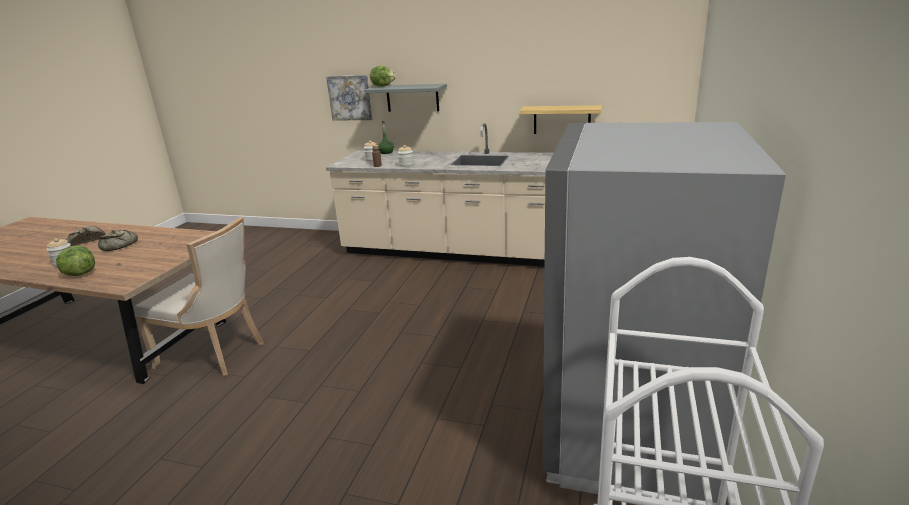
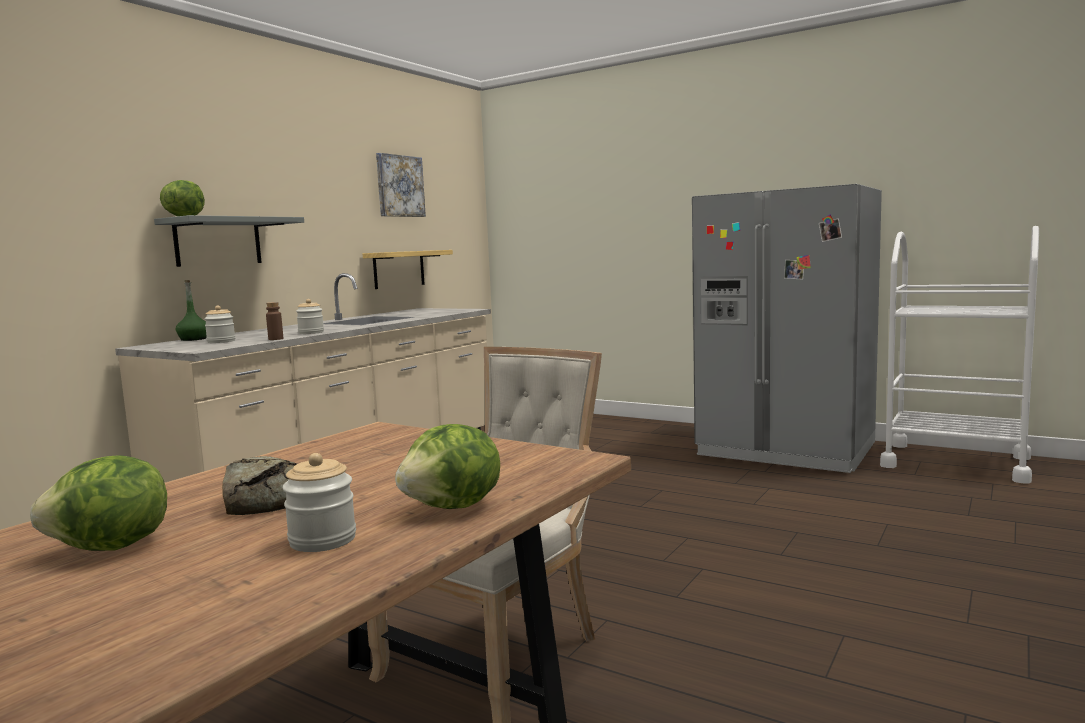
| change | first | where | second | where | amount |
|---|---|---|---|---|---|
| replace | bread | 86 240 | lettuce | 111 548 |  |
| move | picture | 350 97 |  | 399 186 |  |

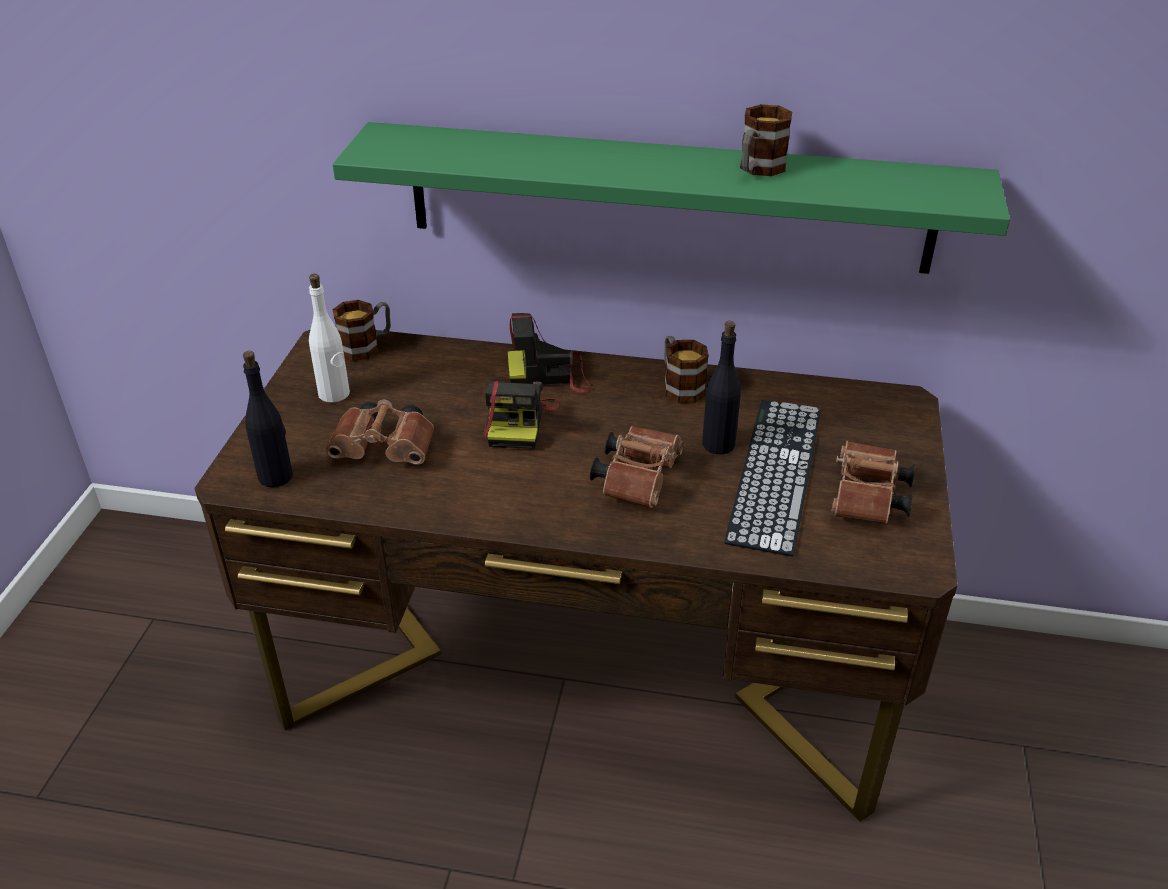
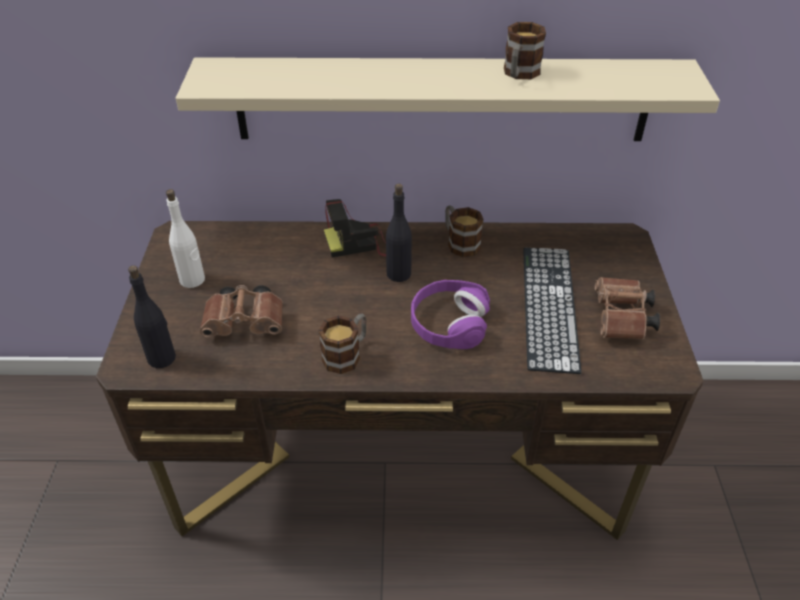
| change | first | where | second | where | amount |
|---|---|---|---|---|---|
| move | mug | 366 346 |  | 347 354 |  |
| recolor | green shelf | 667 198 | beige shelf | 442 100 |  |
| delete | photo camera | 518 422 |  |  |  |
| replace | brown binoculars | 638 477 | purple headphones | 449 323 |  |
| move | black bottle | 718 444 |  | 398 273 |  |

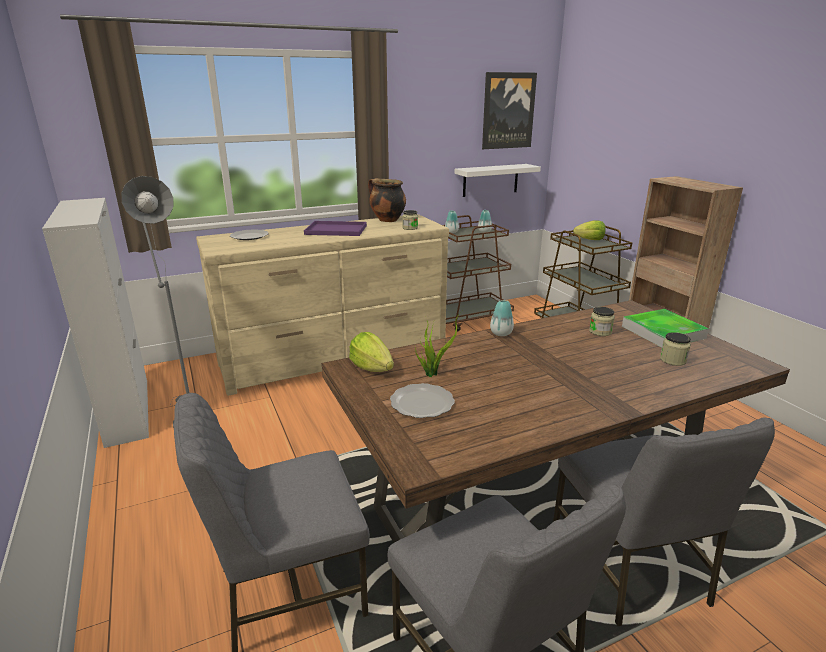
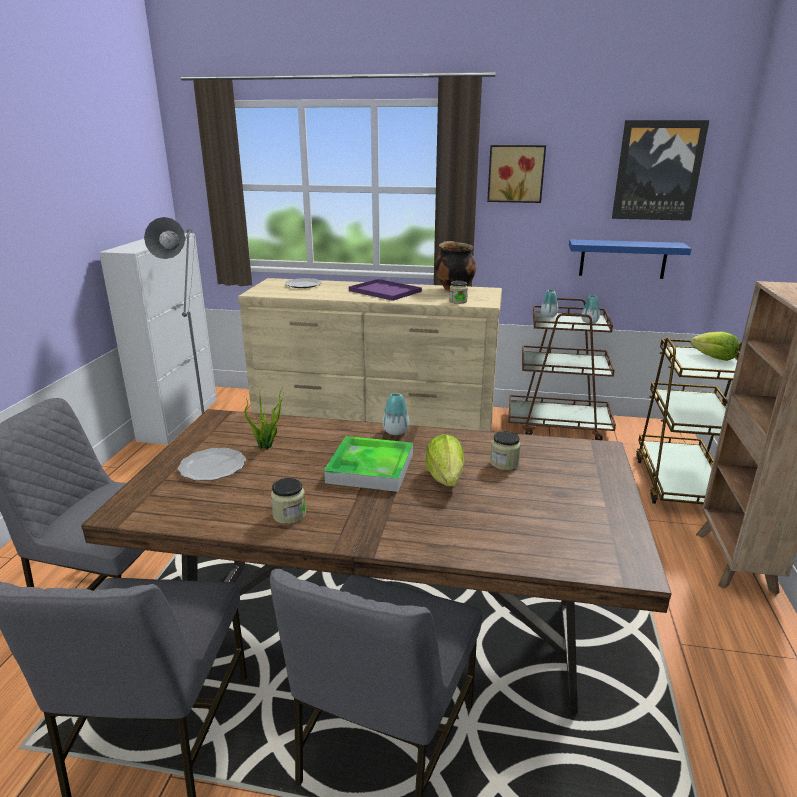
| change | first | where | second | where | amount |
|---|---|---|---|---|---|
| move | lettuce | 372 368 |  | 446 478 |  |
| recolor | white shelf | 490 180 | blue shelf | 623 259 |  |
| move | tray | 663 332 |  | 370 468 |  |
| move | jar | 673 360 |  | 289 515 |  |
| insert |  |  | picture | 516 173 |  |

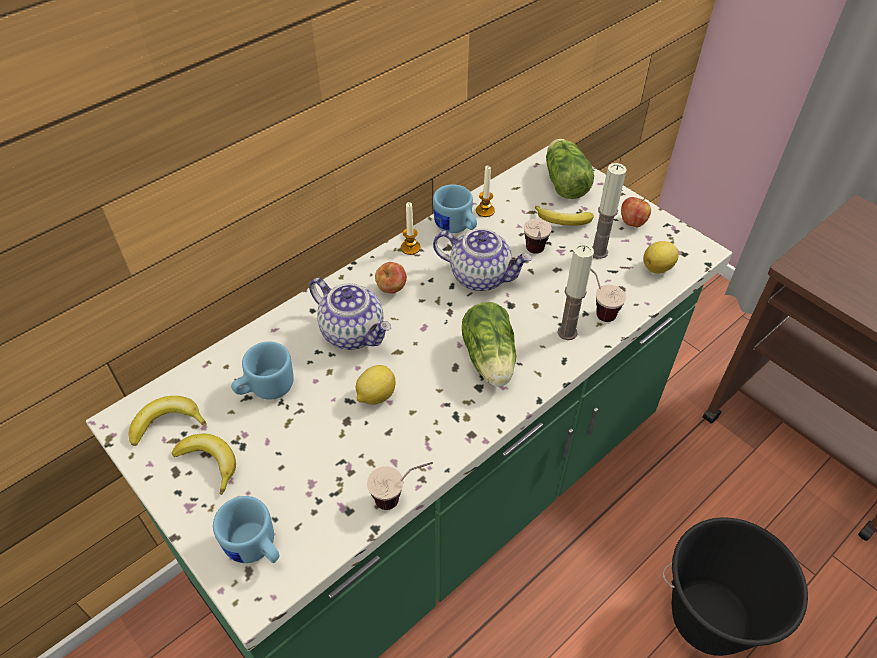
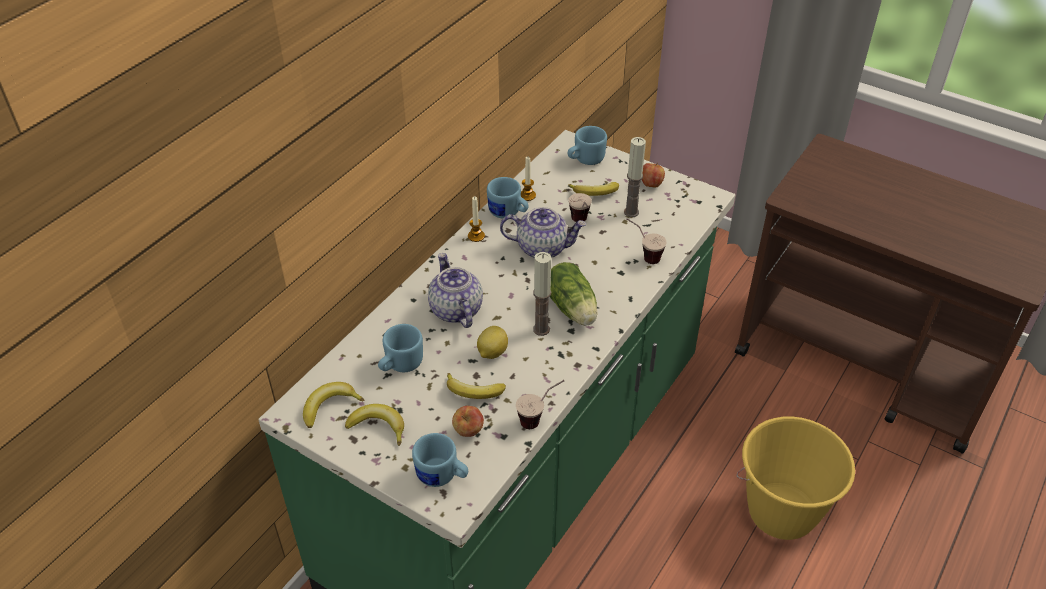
| change | first | where | second | where | amount |
|---|---|---|---|---|---|
| rotate | teapot | 353 332 |  | 455 310 | 135 degrees counterclockwise |
| move | apple | 392 289 |  | 468 431 |  |
| replace | lettuce | 564 180 | blue mug | 585 160 |  |
| move | candle | 567 332 |  | 541 329 |  |
| delete | lemon | 658 267 |  |  |  |
| recolor | black bucket | 709 618 | yellow bucket | 781 513 |  |
| insert |  |  | banana | 473 392 |  |

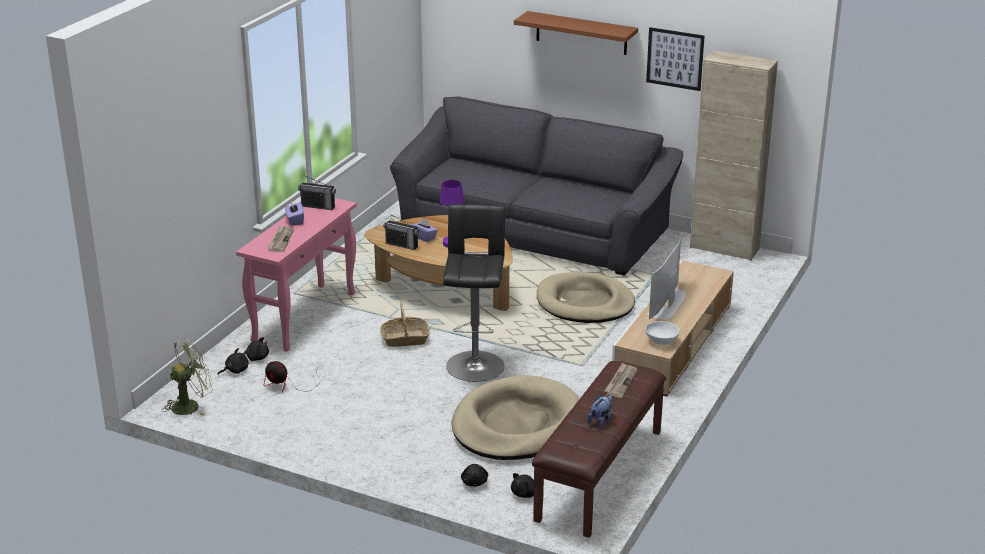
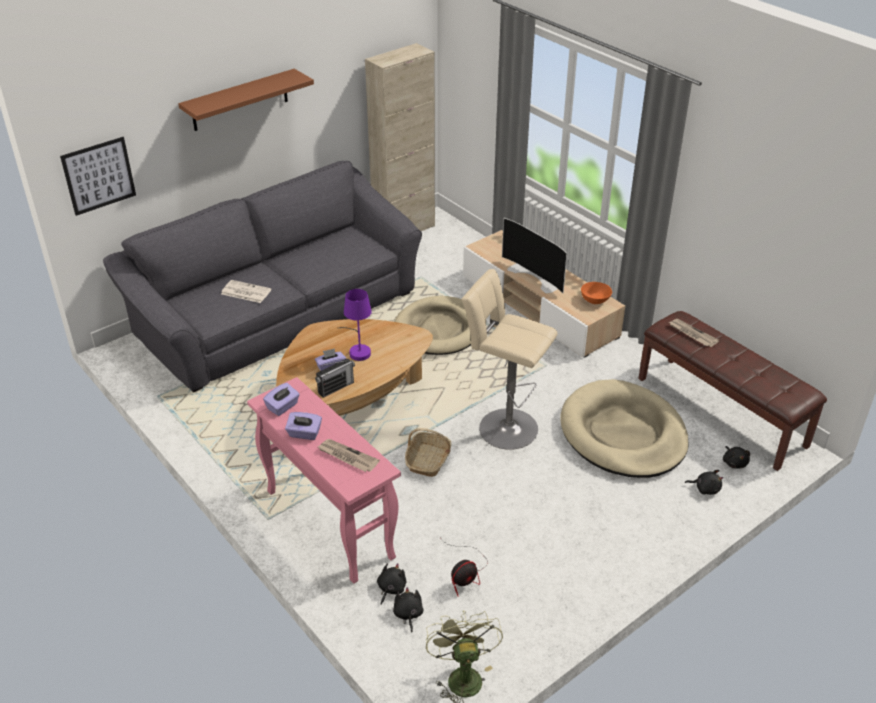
| change | first | where | second | where | amount |
|---|---|---|---|---|---|
| replace | radio | 318 206 | purple tissue box | 283 407 |  |
| recolor | black stool | 475 363 | beige stool | 504 427 |  |
| delete | plush toy | 601 420 |  |  |  |
| recolor | white bowl | 661 341 | orange bowl | 595 300 |  |
| move | picture | 675 58 |  | 99 175 |  |
| insert |  |  | newspaper | 245 292 |  |

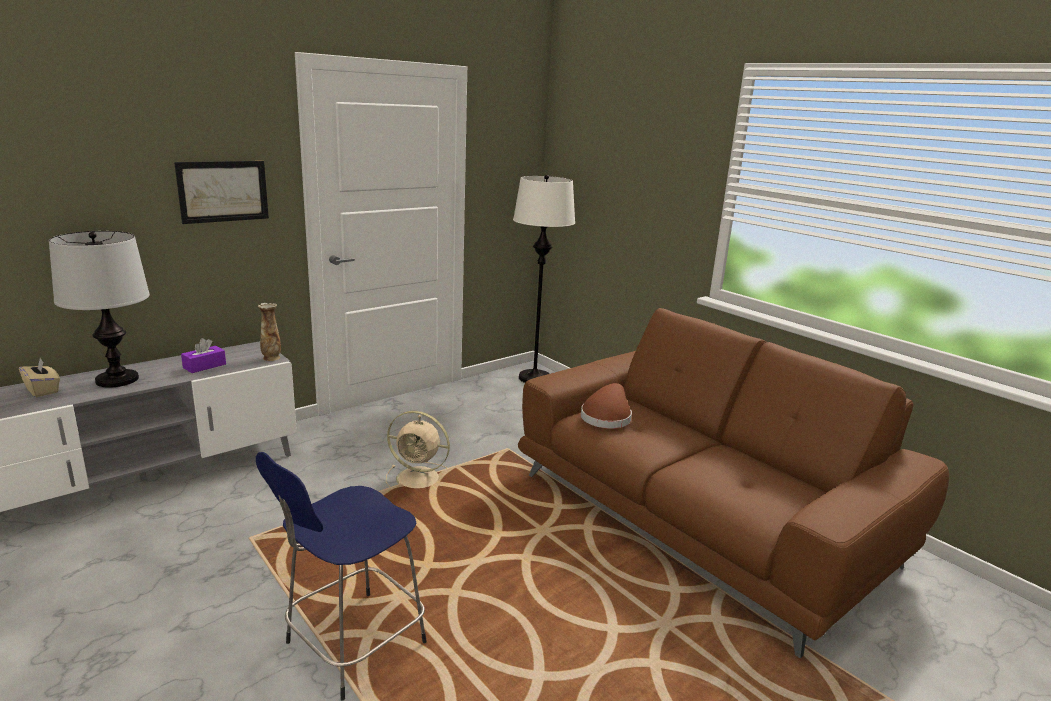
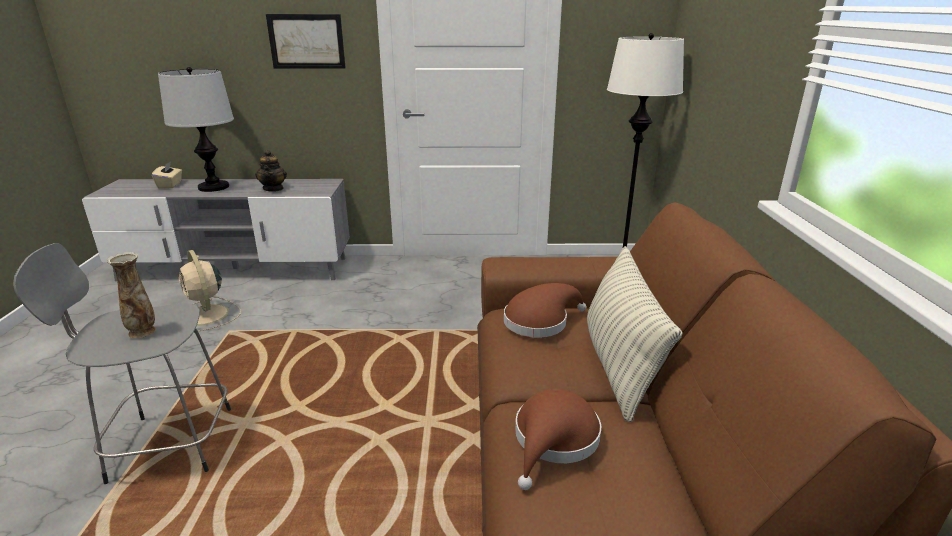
| change | first | where | second | where | amount |
|---|---|---|---|---|---|
| replace | purple tissue box | 204 366 | teapot | 273 189 |  |
| recolor | blue stool | 352 645 | grey stool | 167 444 |  |
| move | vase | 271 358 |  | 143 331 |  |
| move | beige fan | 420 479 |  | 207 316 |  |
| insert |  |  | brown hat | 554 440 |  |
| insert |  |  | pillow | 619 364 |  |

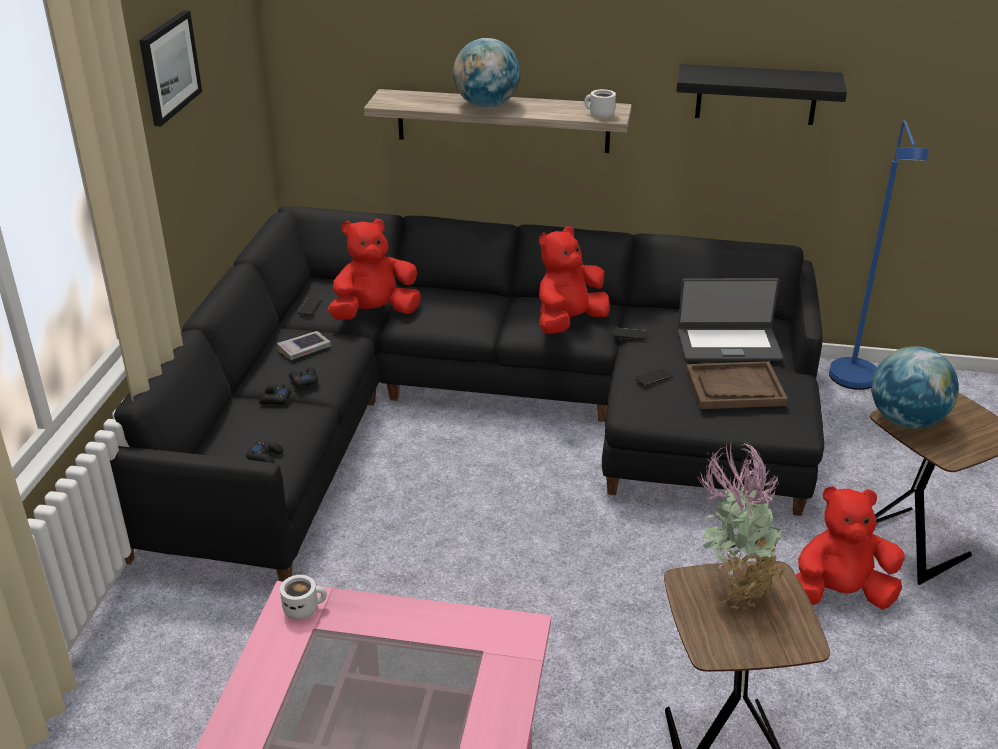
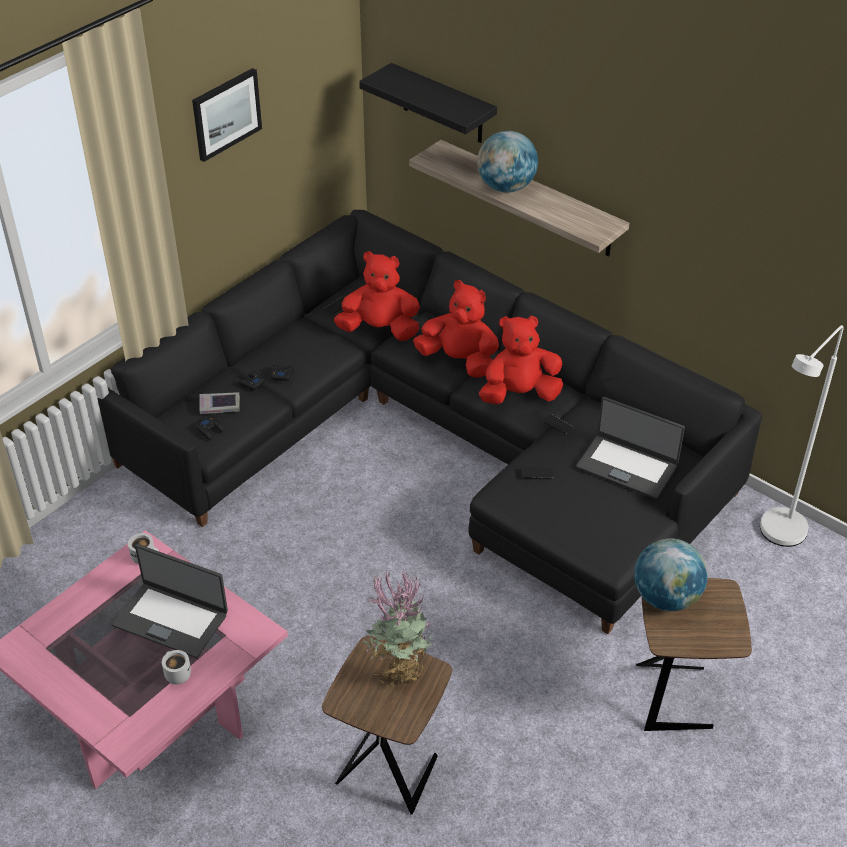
| change | first | where | second | where | amount |
|---|---|---|---|---|---|
| move | book | 304 349 |  | 219 406 |  |
| move | white mug | 599 115 |  | 176 674 |  |
| move | black shelf | 756 94 |  | 442 105 |  |
| delete | brown tray | 734 388 |  |  |  |
| move | red plush toy | 839 594 |  | 459 361 |  |
| recolor | blue floor lamp | 854 384 | white floor lamp | 776 537 |  |
| insert |  |  | laptop | 171 619 |  |

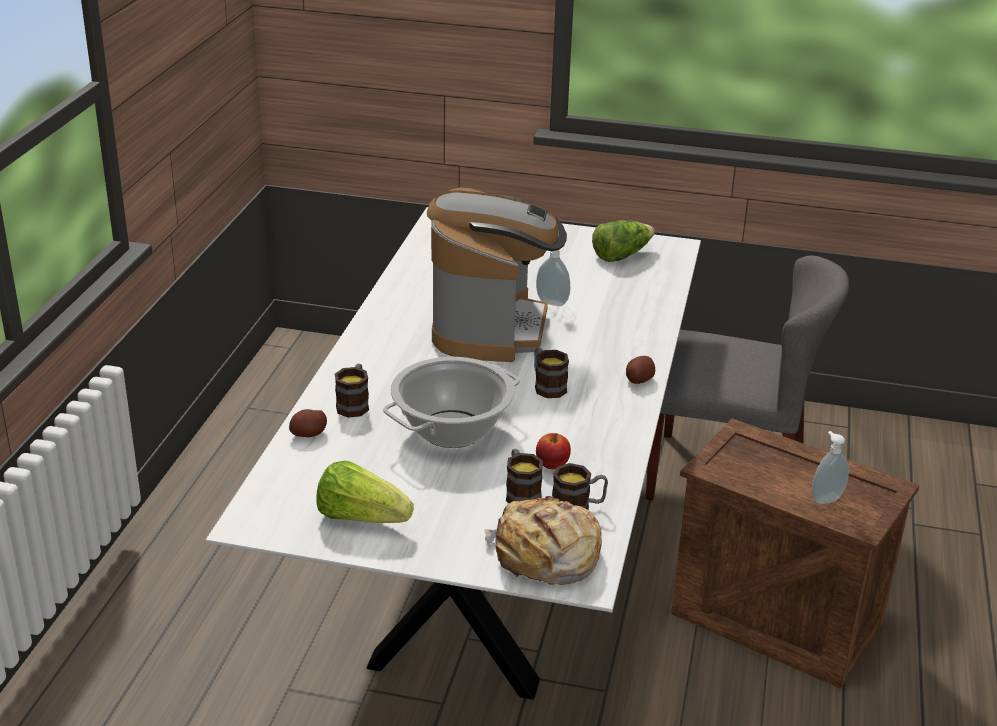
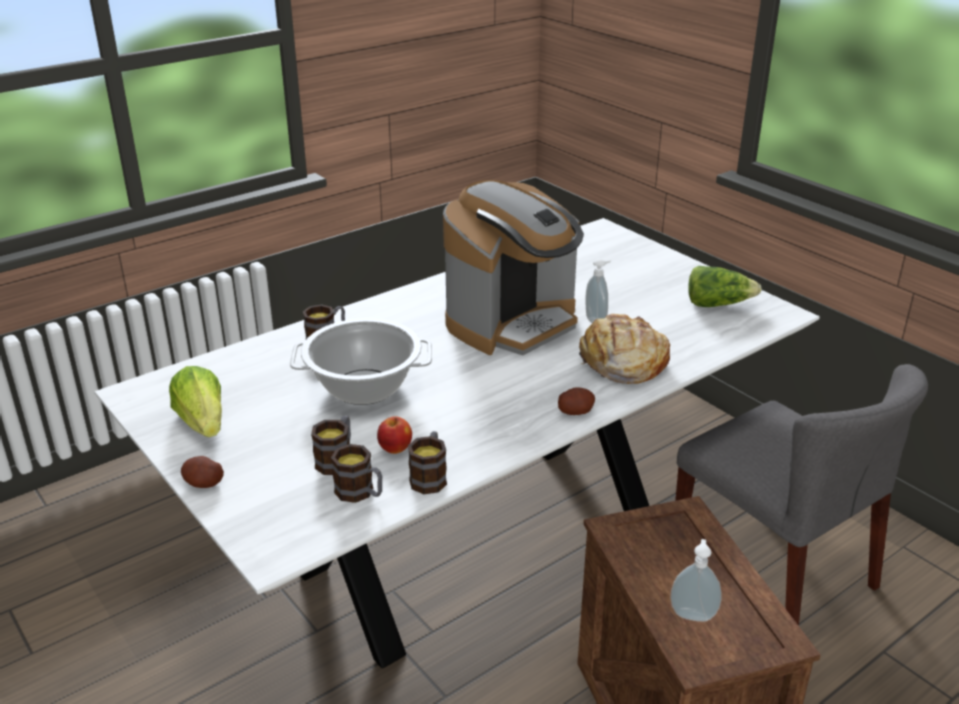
| change | first | where | second | where | amount |
|---|---|---|---|---|---|
| move | potato | 308 434 |  | 203 483 |  |
| move | bread | 545 556 |  | 622 363 |  |
| move | mug | 547 386 |  | 430 476 |  |

